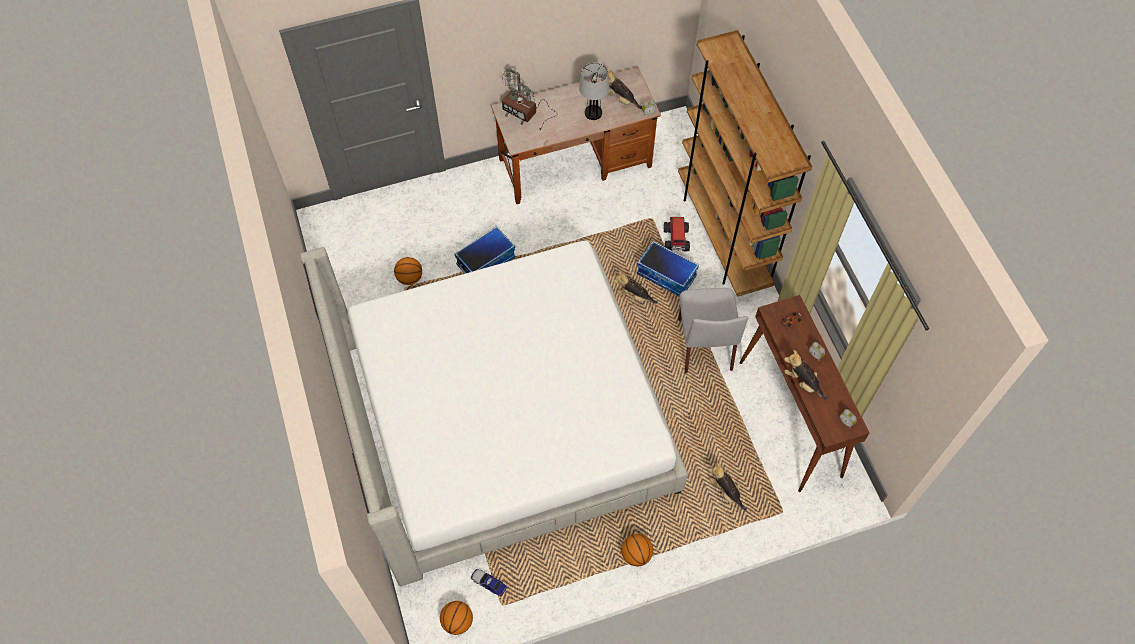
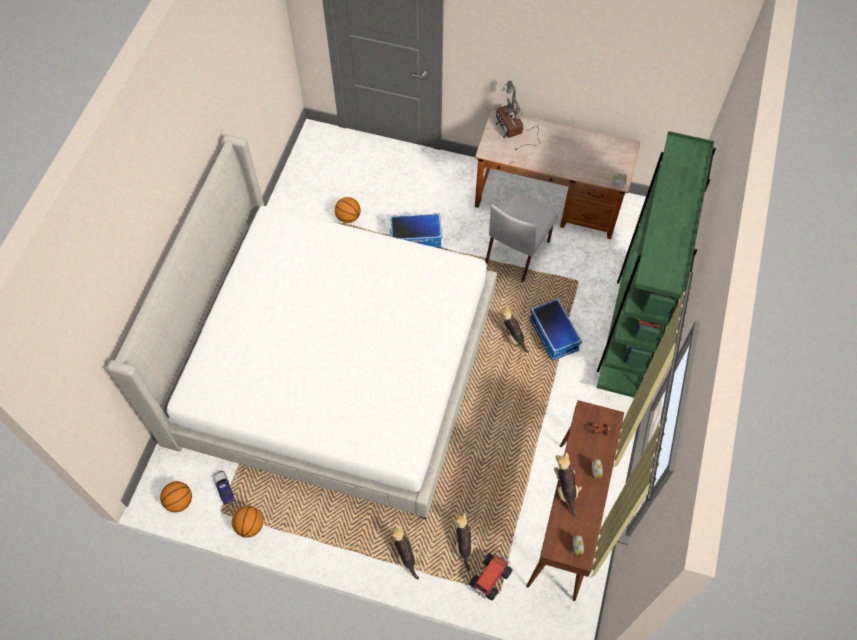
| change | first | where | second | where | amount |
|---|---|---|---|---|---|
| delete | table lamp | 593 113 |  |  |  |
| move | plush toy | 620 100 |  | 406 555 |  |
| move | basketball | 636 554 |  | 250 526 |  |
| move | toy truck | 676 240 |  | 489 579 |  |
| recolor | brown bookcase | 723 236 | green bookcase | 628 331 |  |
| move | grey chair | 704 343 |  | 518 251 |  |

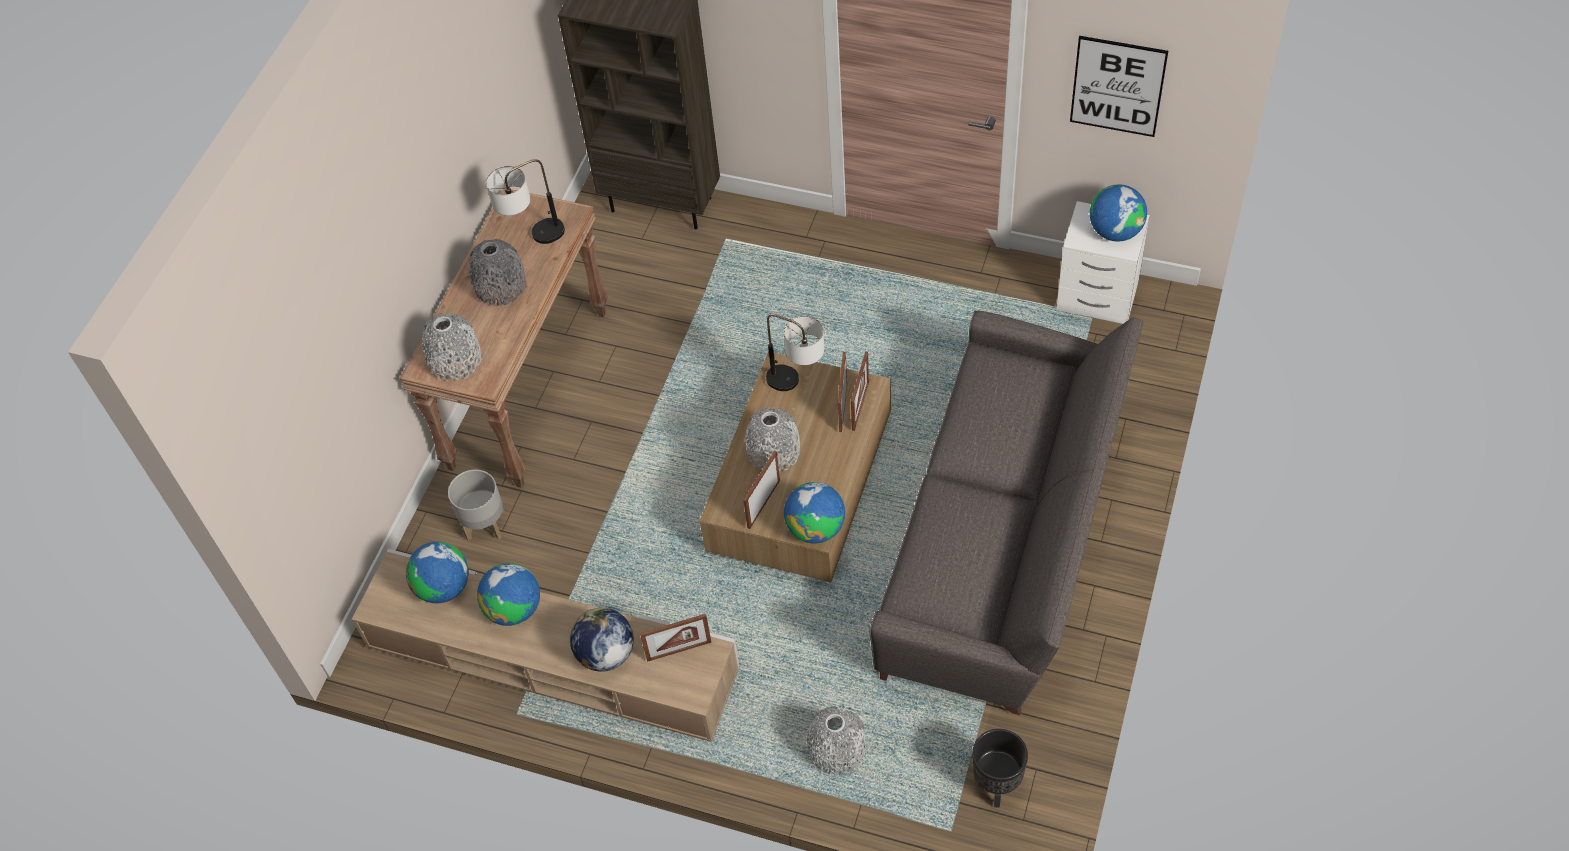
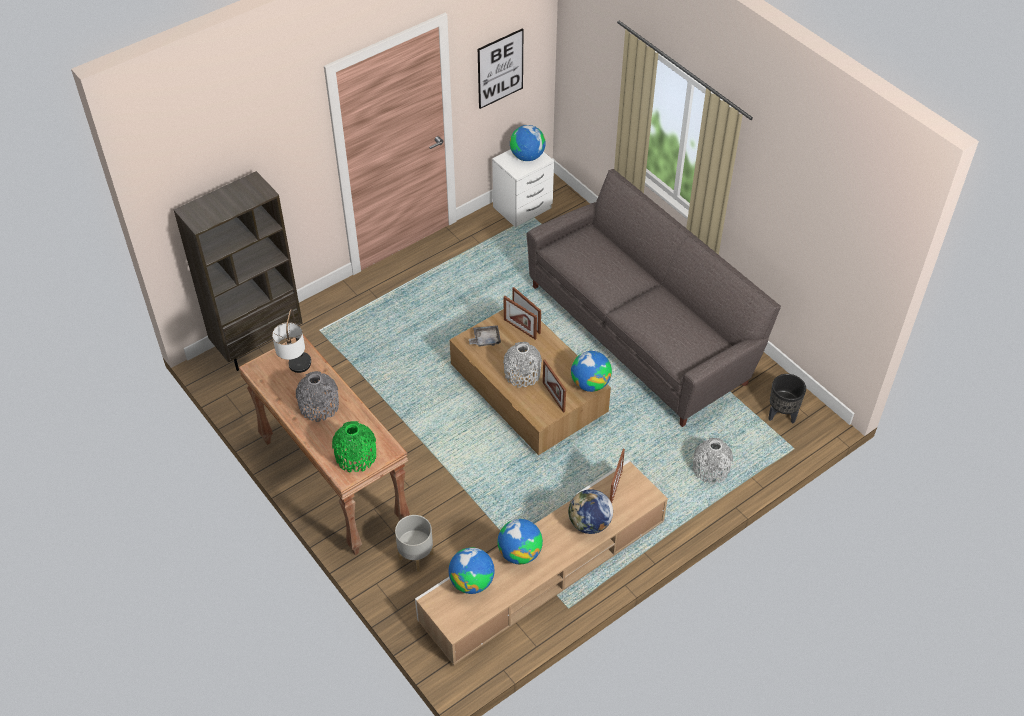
| change | first | where | second | where | amount |
|---|---|---|---|---|---|
| recolor | grey vase | 455 360 | green vase | 356 456 |  |
| replace | table lamp | 797 384 | grey tray | 485 339 |  |

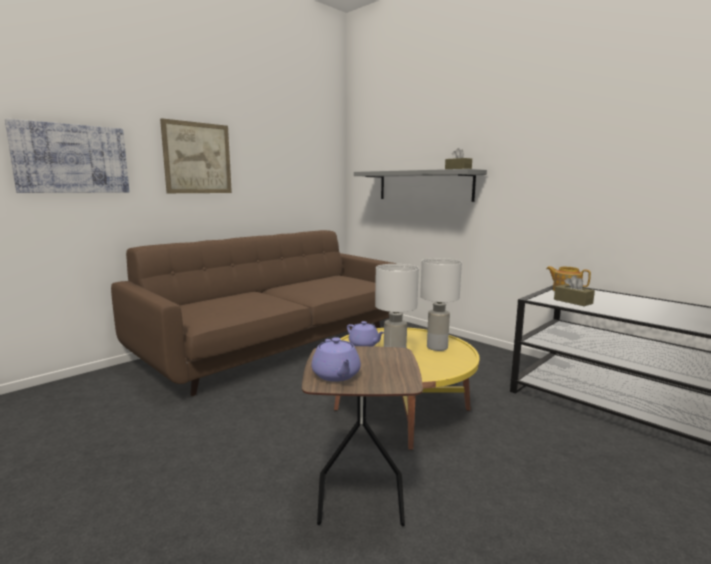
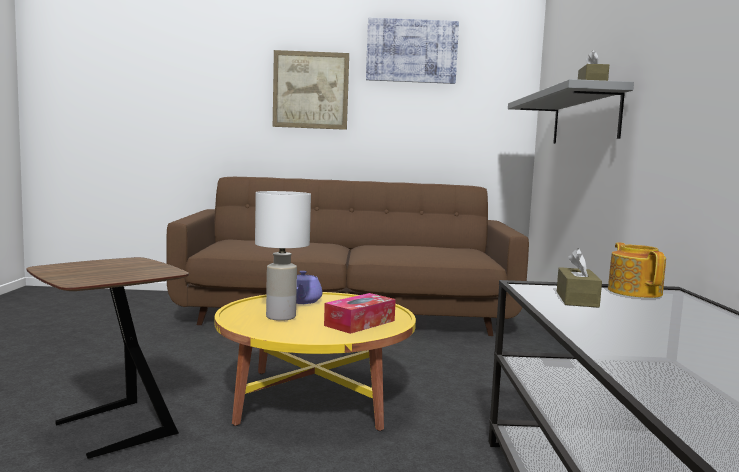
| change | first | where | second | where | amount |
|---|---|---|---|---|---|
| move | picture | 72 159 |  | 411 51 |  |
| delete | purple teapot | 336 375 |  |  |  |
| replace | white table lamp | 436 347 | tissue box | 360 323 |  |

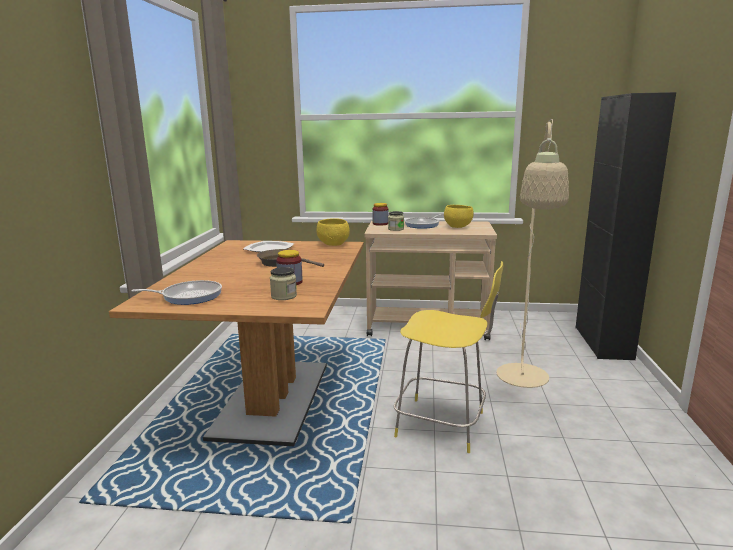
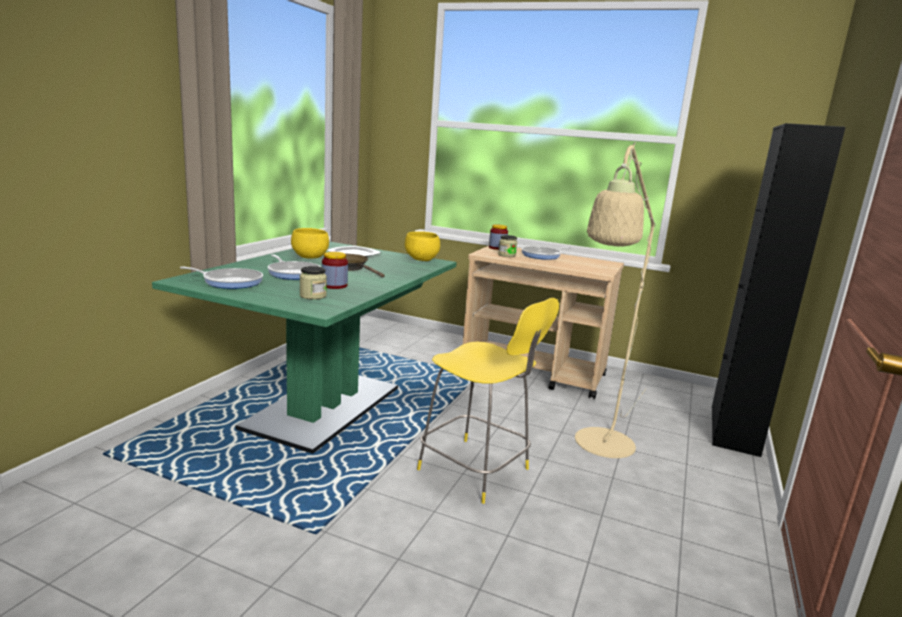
| change | first | where | second | where | amount |
|---|---|---|---|---|---|
| recolor | brown dining table | 273 399 | green dining table | 324 408 |  |
| move | yellow bowl | 458 227 |  | 311 257 |  |
| insert |  |  | frying pan | 293 273 |  |

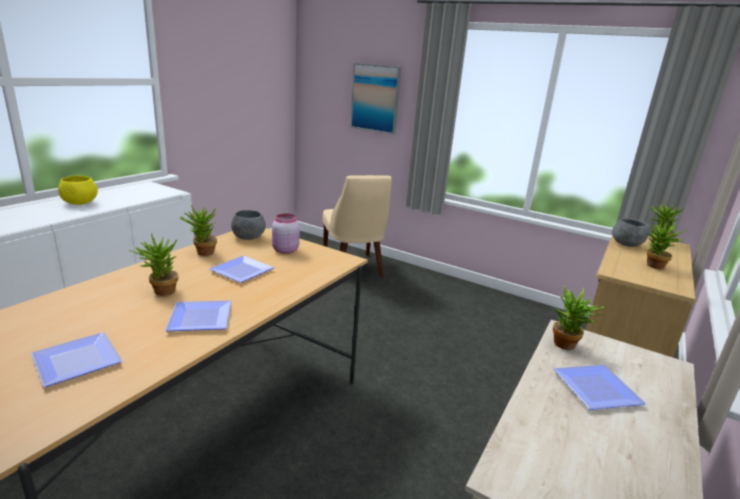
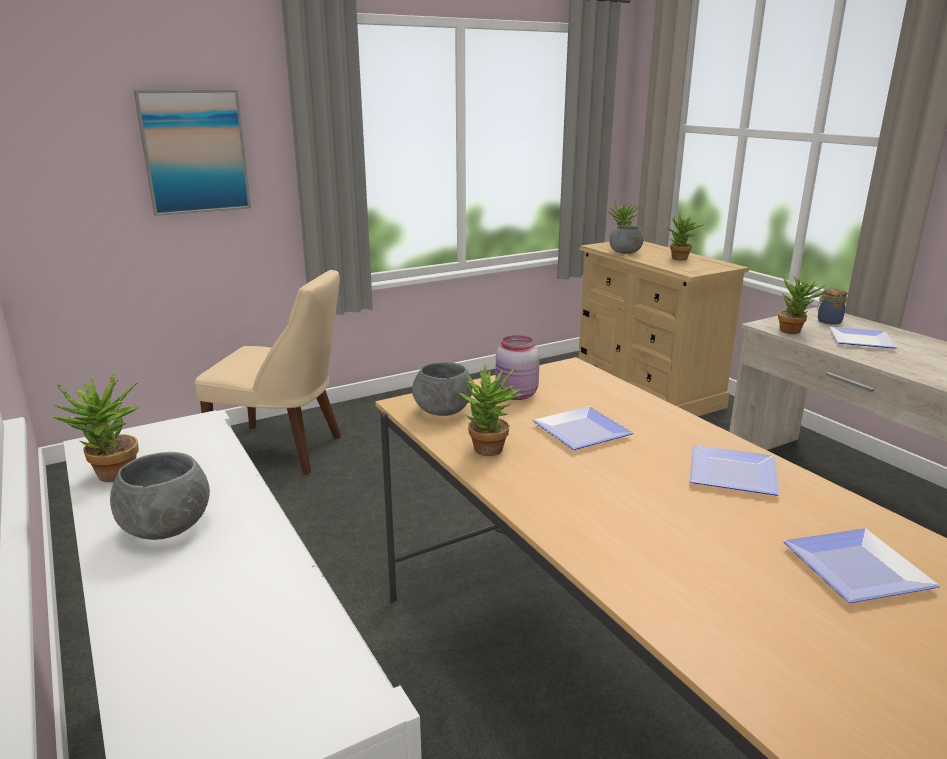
| change | first | where | second | where | amount |
|---|---|---|---|---|---|
| recolor | yellow bowl | 79 203 | grey bowl | 166 528 |  |
| move | potted plant | 160 292 |  | 112 477 |  |
| insert |  |  | jar | 828 321 |  |

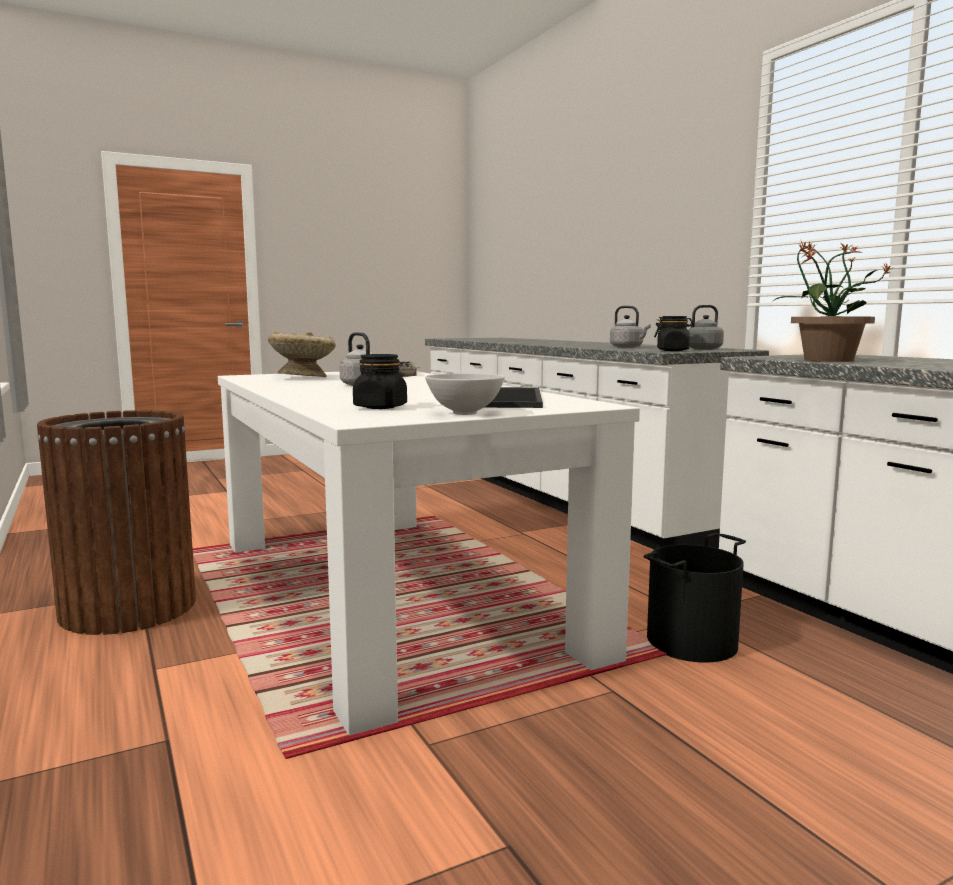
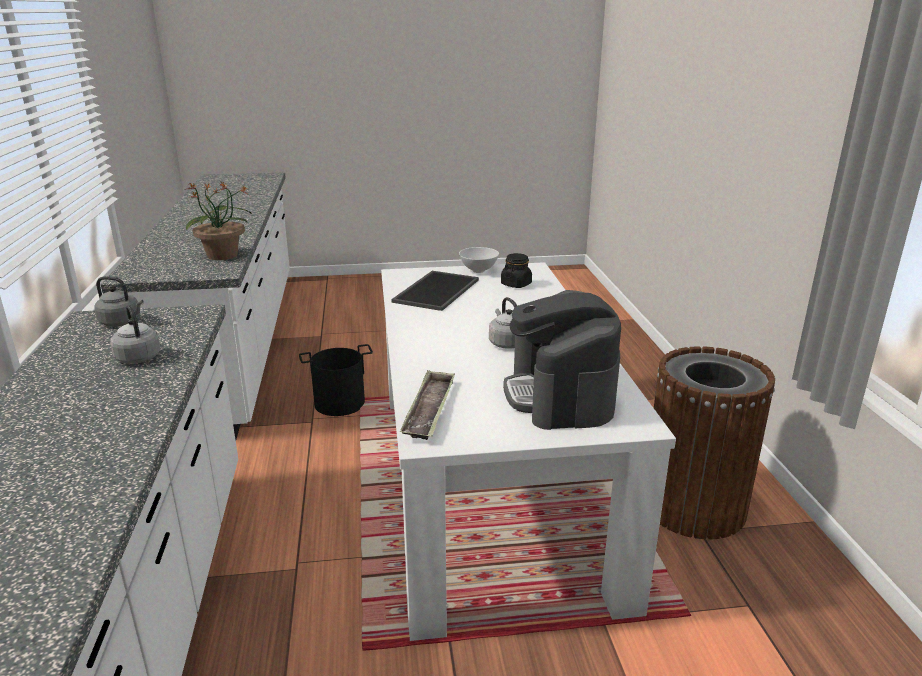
| change | first | where | second | where | amount |
|---|---|---|---|---|---|
| replace | beige bowl | 303 377 | coffee machine | 560 395 |  |
| delete | black jar | 673 350 |  |  |  |

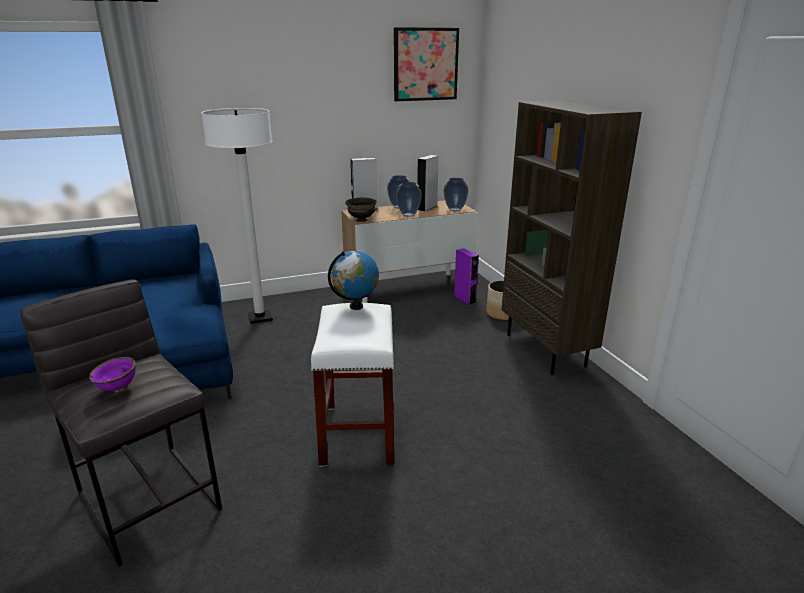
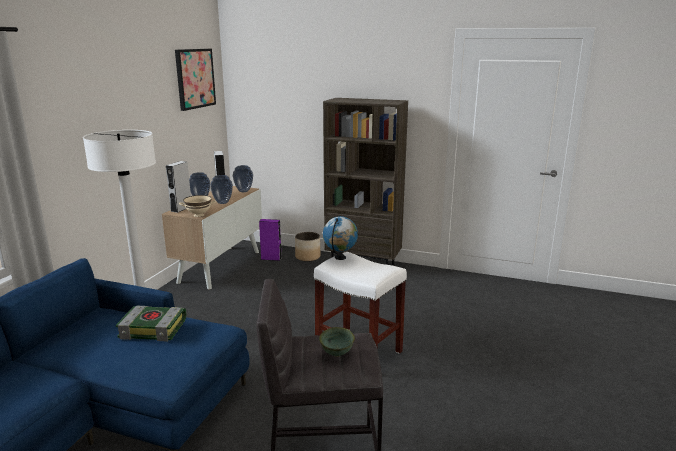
| change | first | where | second | where | amount |
|---|---|---|---|---|---|
| recolor | purple bowl | 118 389 | green bowl | 337 353 |  |
| recolor | black bowl | 362 220 | beige bowl | 199 215 |  |
| insert |  |  | book | 154 328 |  |

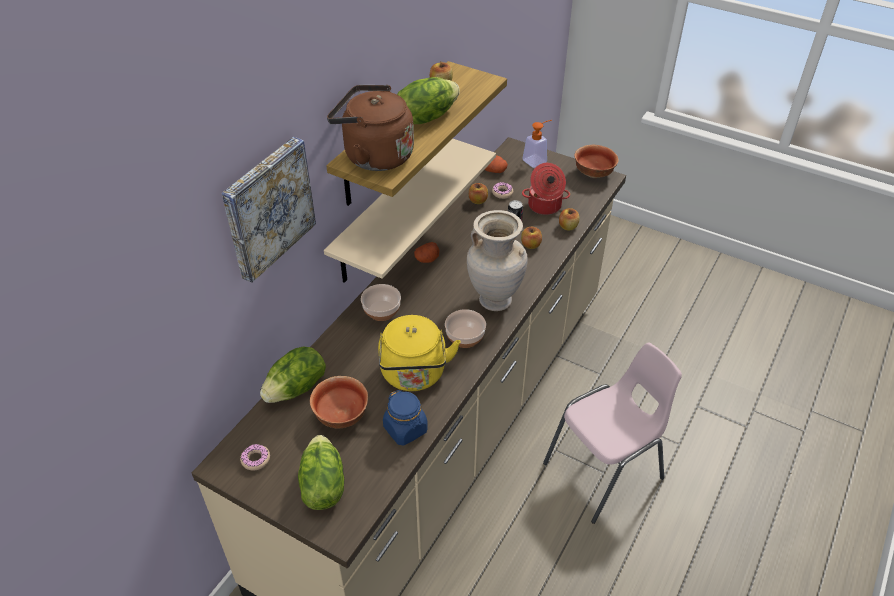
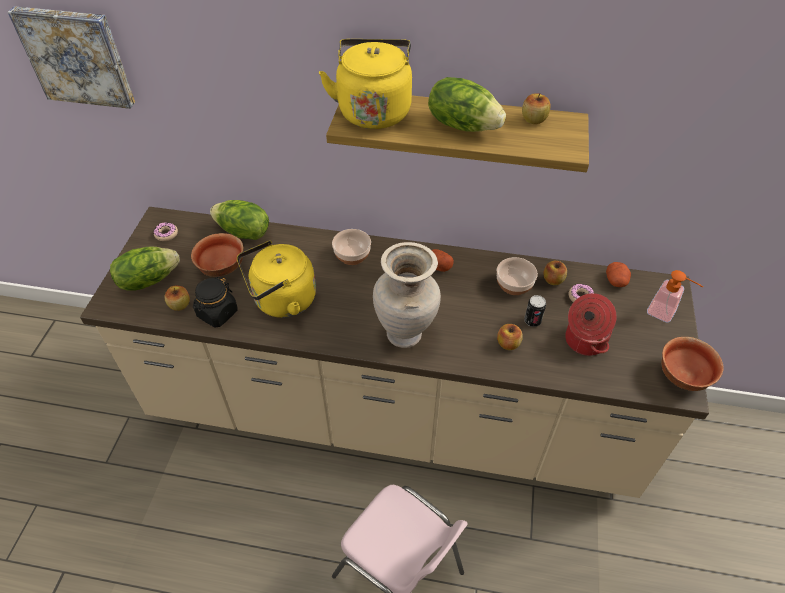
| change | first | where | second | where | amount |
|---|---|---|---|---|---|
| move | picture | 267 207 |  | 77 56 |  |
| delete | beige shelf | 389 211 |  |  |  |
| recolor | brown kettle | 374 156 | yellow kettle | 373 110 |  |
| recolor | blue jar | 405 429 | black jar | 217 313 |  |
| move | bowl | 465 337 |  | 514 285 |  |
| move | apple | 568 226 |  | 180 305 |  |

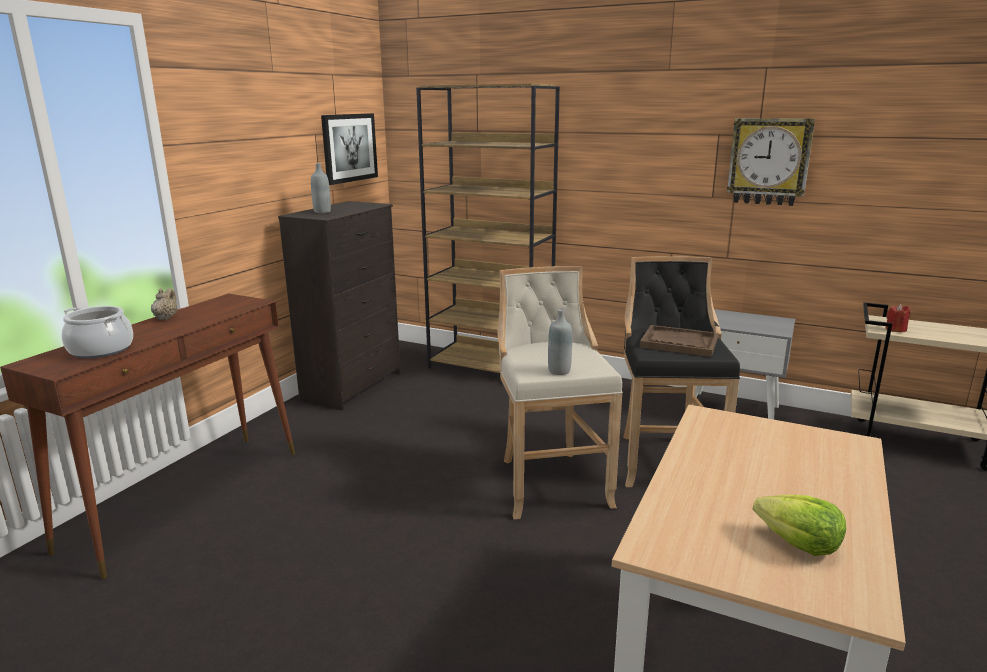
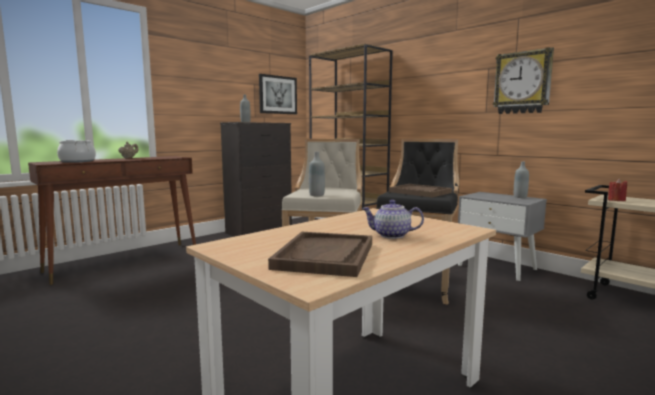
| change | first | where | second | where | amount |
|---|---|---|---|---|---|
| replace | lettuce | 798 543 | brown tray | 325 256 |  |
| insert |  |  | teapot | 391 235 |  |
| insert |  |  | grey bottle | 520 197 |  |

